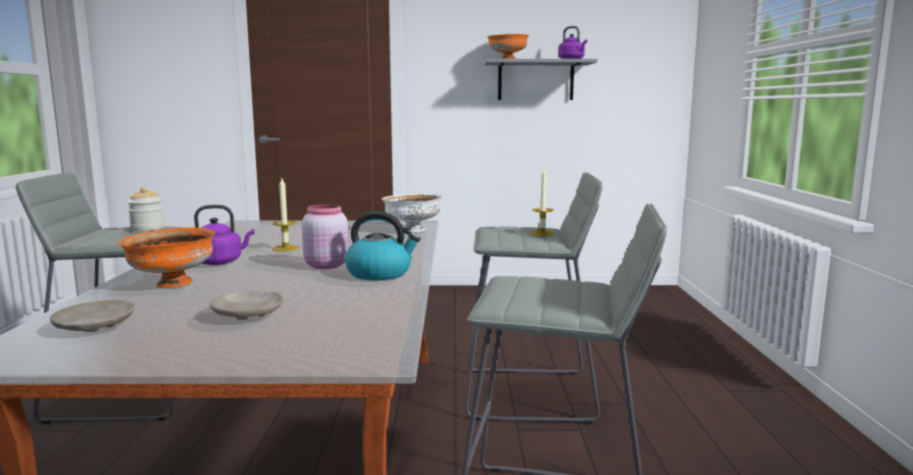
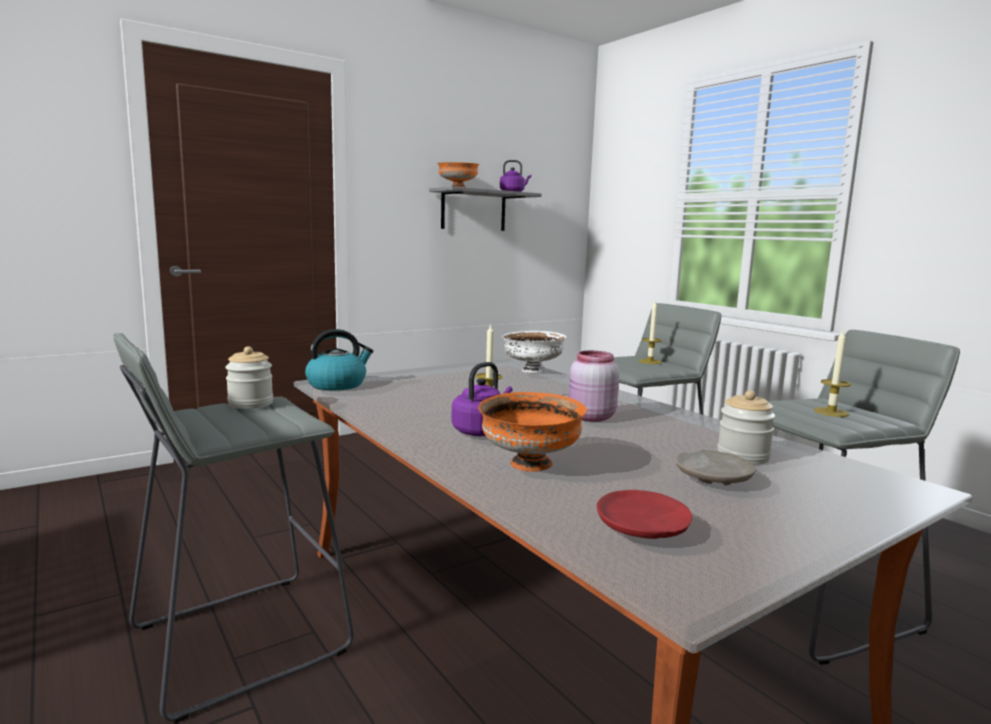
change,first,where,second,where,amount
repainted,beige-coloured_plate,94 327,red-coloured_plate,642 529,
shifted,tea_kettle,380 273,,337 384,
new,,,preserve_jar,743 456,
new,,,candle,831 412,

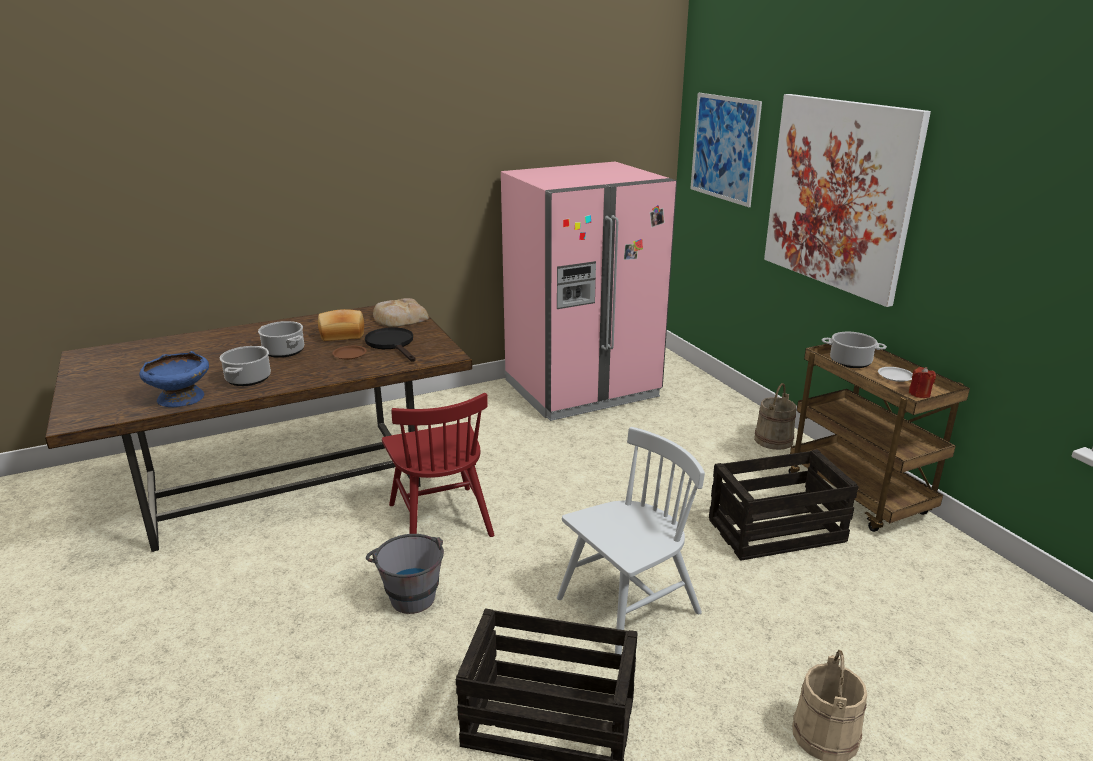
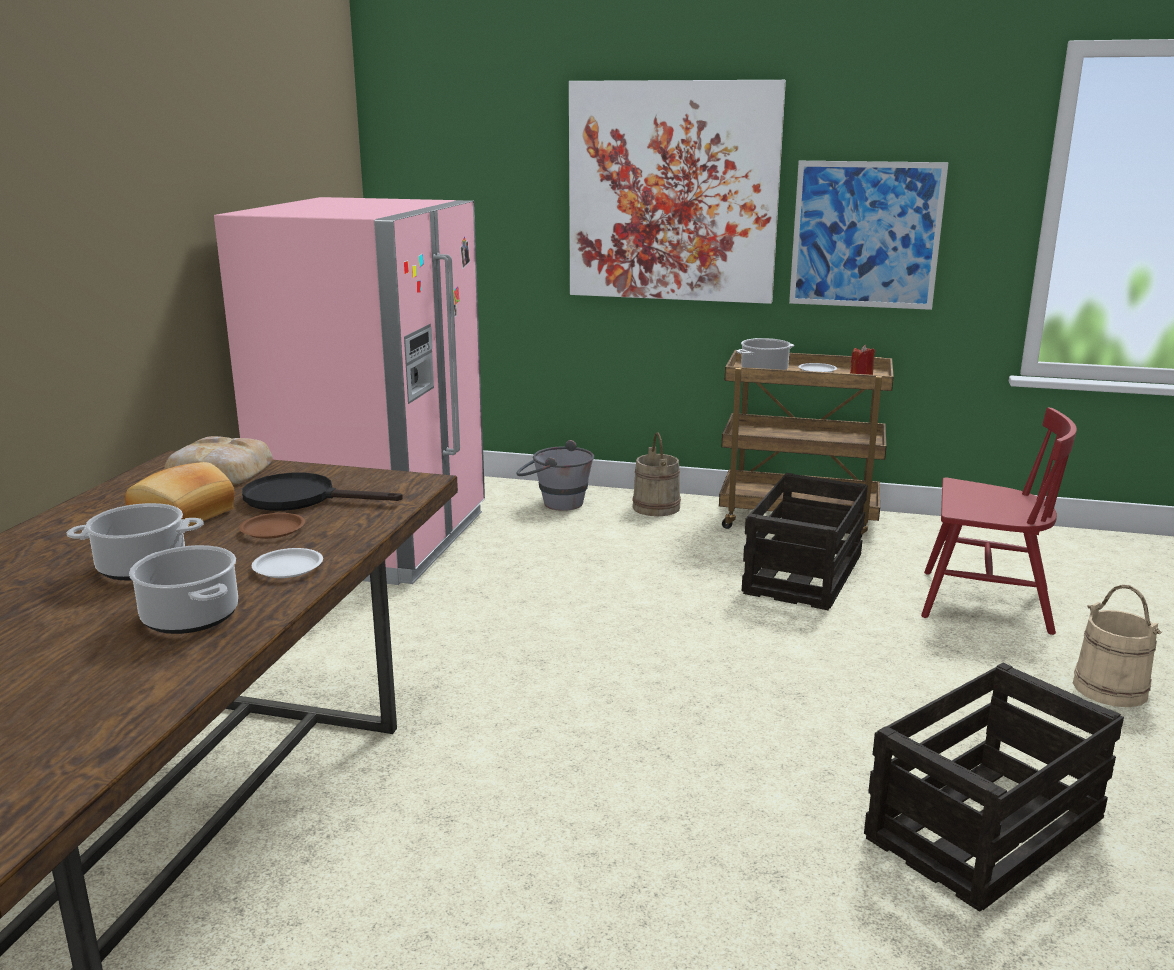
change,first,where,second,where,amount
gone,blue_deep_dish,181 397,,,
shifted,greyish_bucket,410 593,,555 502,
shifted,red-coloured_upright_chair,440 519,,984 602,
gone,whitish_upright_chair,628 607,,,
shifted,wall_picture,724 148,,865 235,
new,,,whitish_plate,287 568,

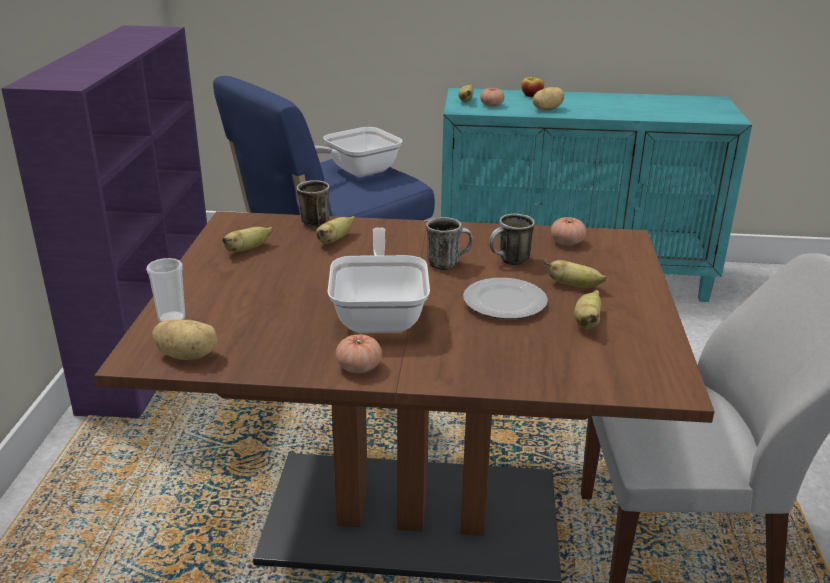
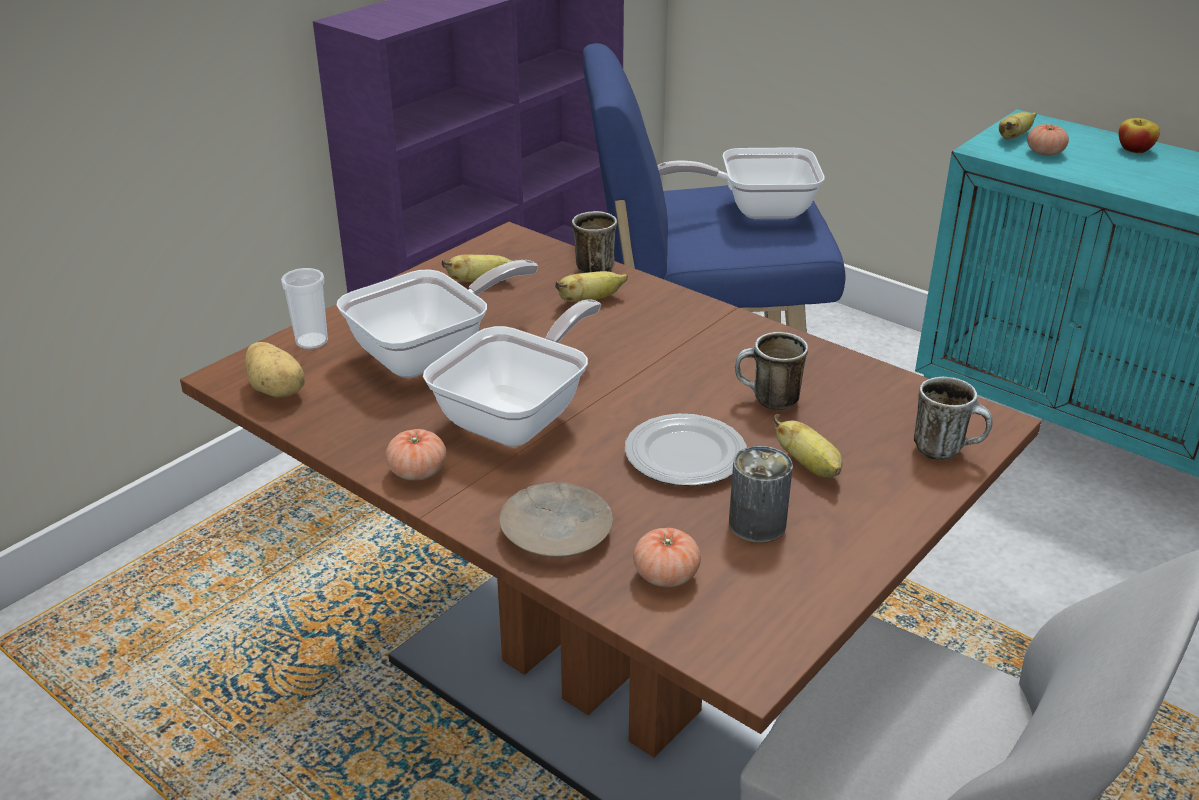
change,first,where,second,where,amount
shifted,mug,448 263,,947 450,
gone,spud,546 109,,,
shifted,tomato,567 242,,666 575,
swapped,whole_banana,587 322,can,757 524,
new,,,frying_pan,431 353,
new,,,beige-coloured_plate,556 531,

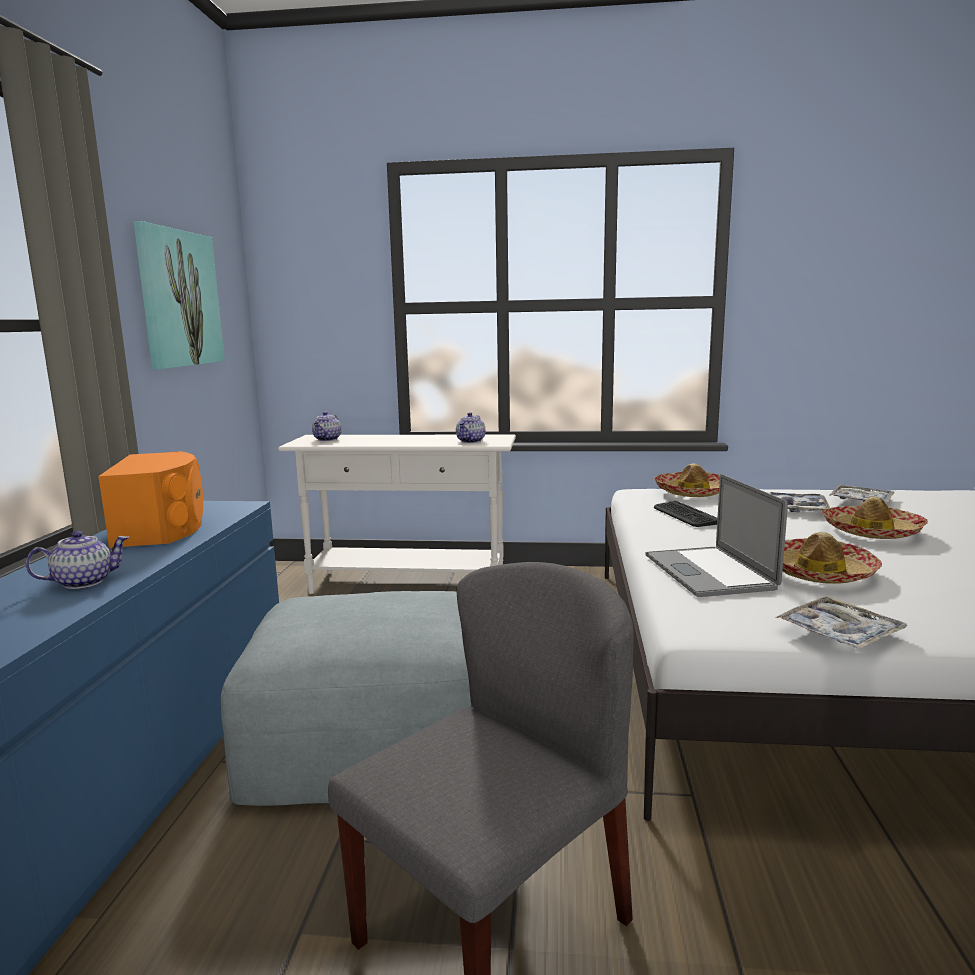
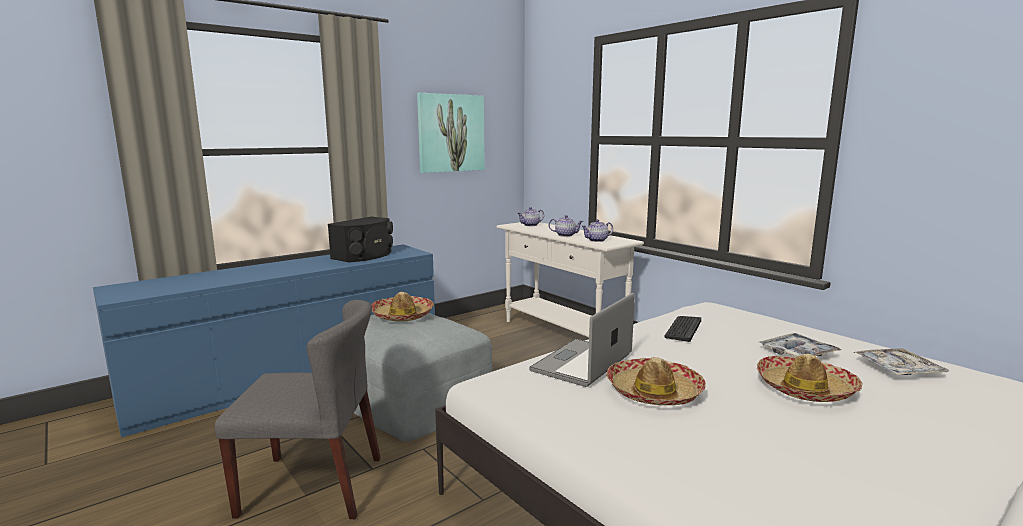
change,first,where,second,where,amount
shifted,pot_for_tea,84 582,,565 235,
repainted,orangey_loudspeaker,162 528,black-coloured_loudspeaker,365 255,
shifted,hat,692 492,,402 315,
gone,tray,839 633,,,

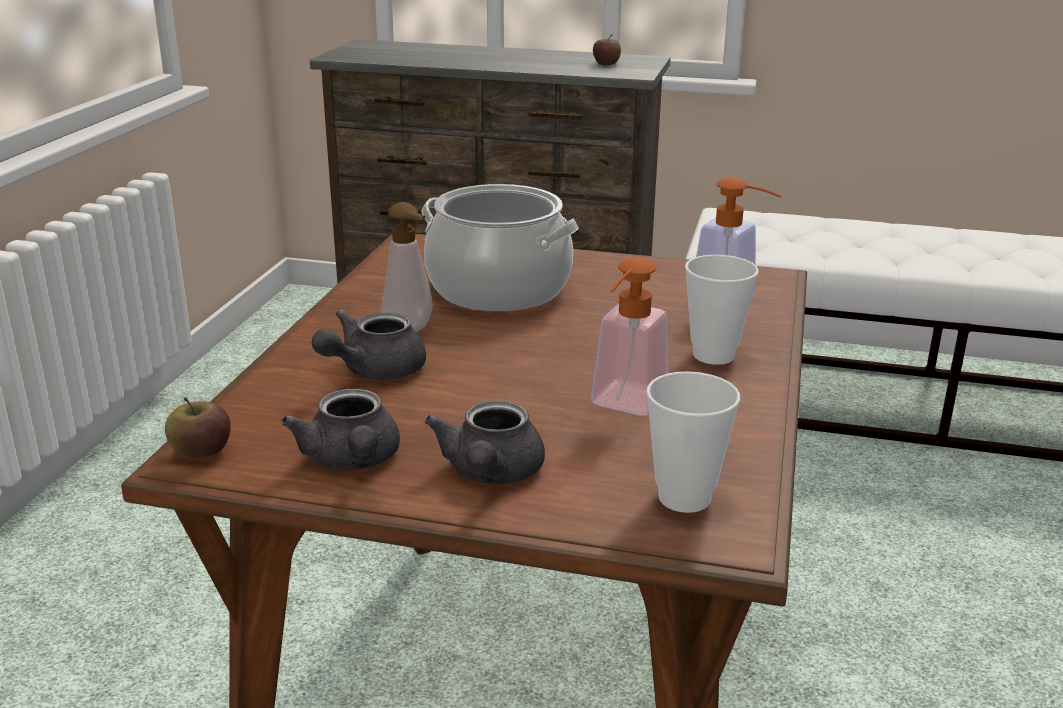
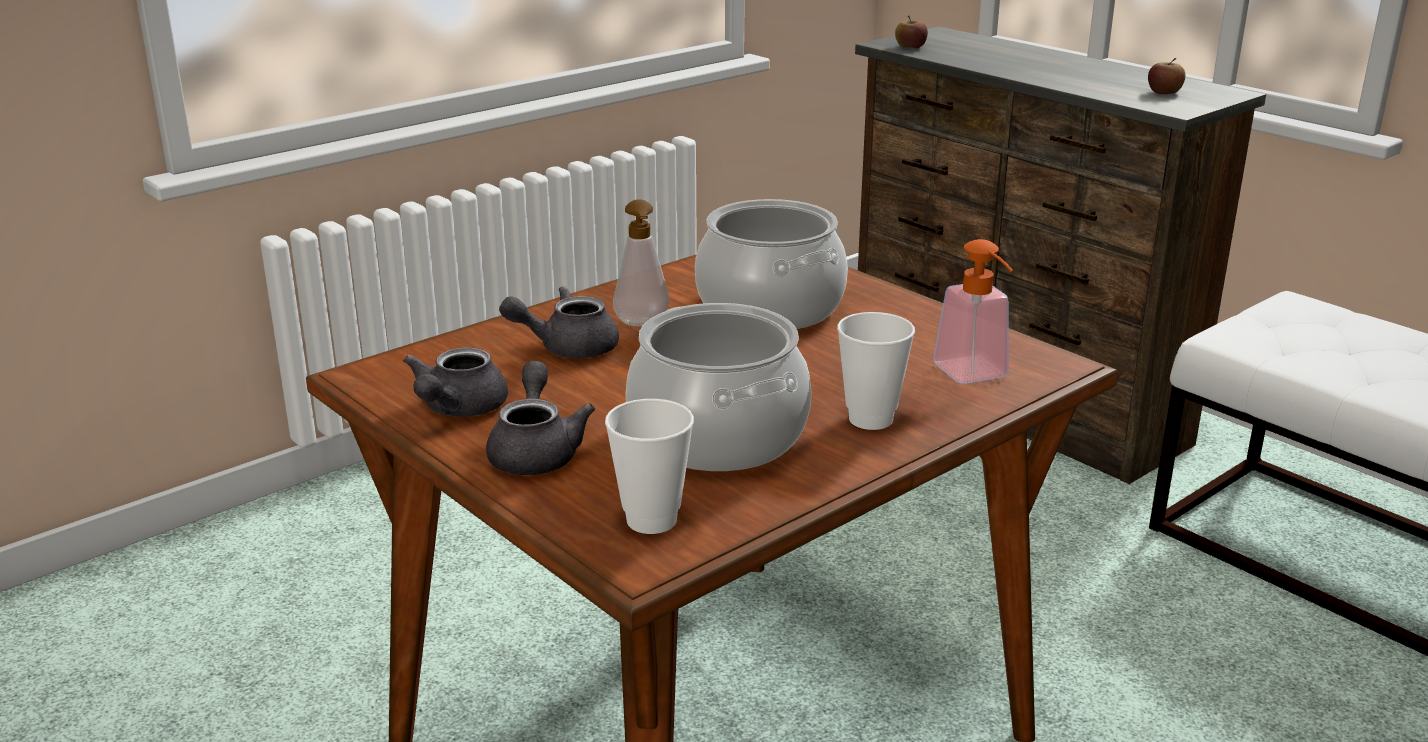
change,first,where,second,where,amount
shifted,apple,201 452,,910 47,
rotated,greyish_pot_for_tea,490 474,,536 451,135 degrees clockwise
swapped,soap_bottle,624 406,stockpot,719 435,

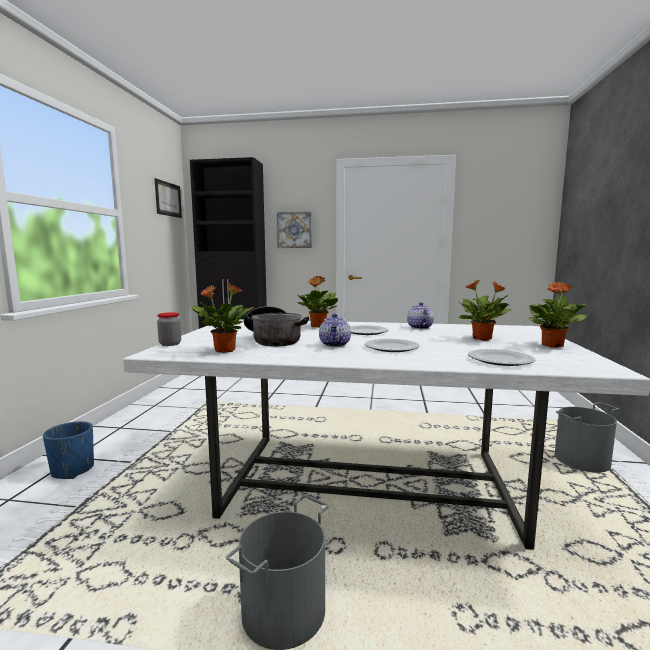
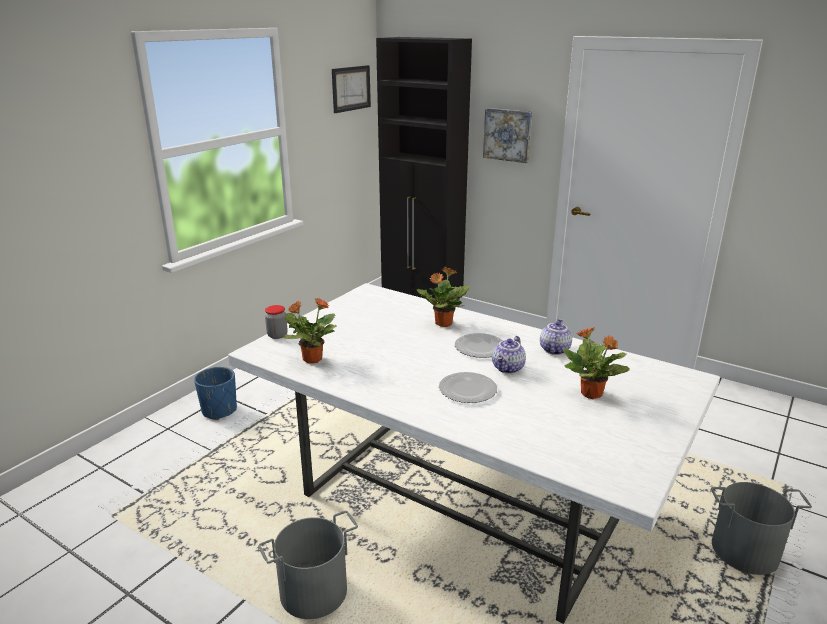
change,first,where,second,where,amount
gone,stockpot,273 340,,,
shifted,pot_for_tea,335 345,,508 368,
gone,plate,499 360,,,
gone,plant_in_a_pot,553 345,,,

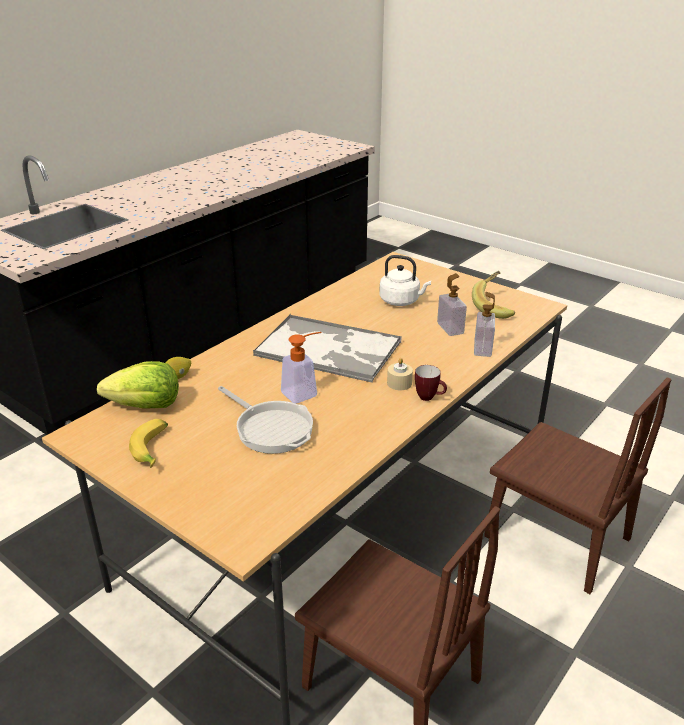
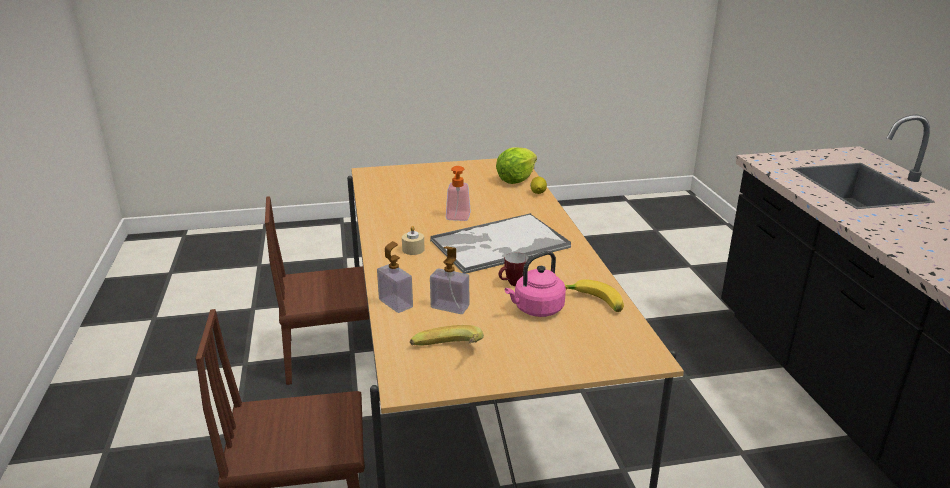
change,first,where,second,where,amount
shifted,whole_banana,154 449,,593 303,
gone,frying_pan,271 428,,,
repainted,whitish_tea_kettle,401 301,pink-coloured_tea_kettle,536 309,
shifted,mug,429 398,,512 284,

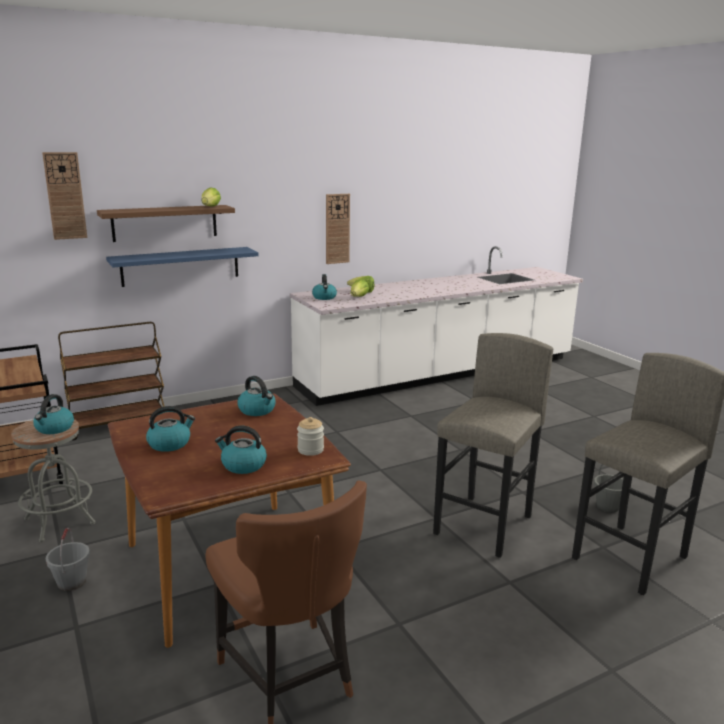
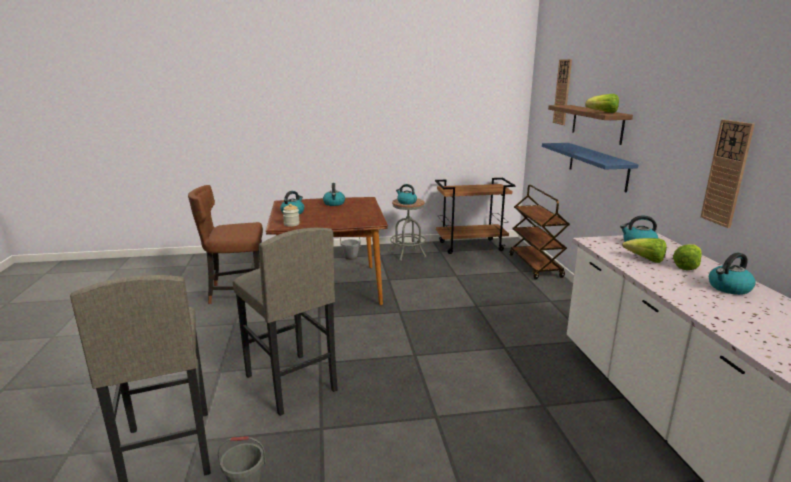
change,first,where,second,where,amount
shifted,tea_kettle,257 410,,729 288,

